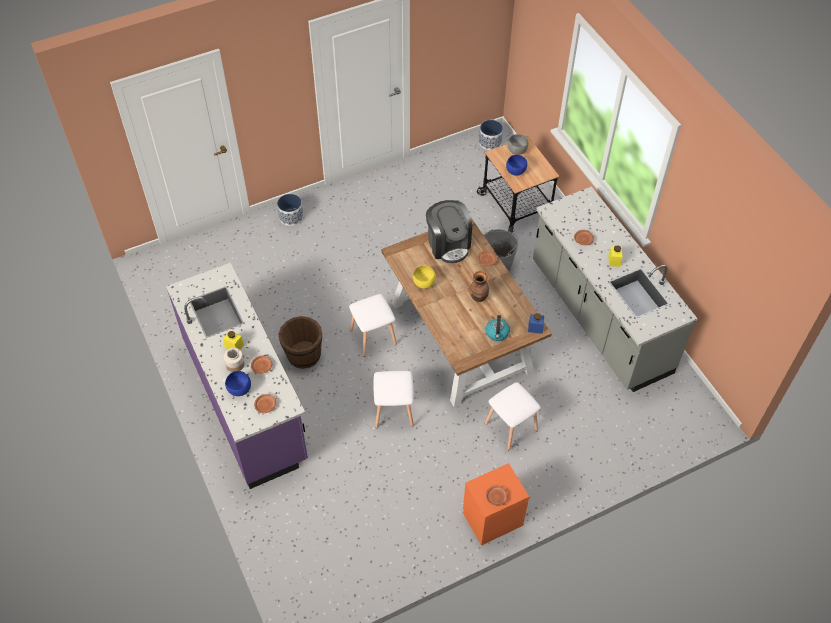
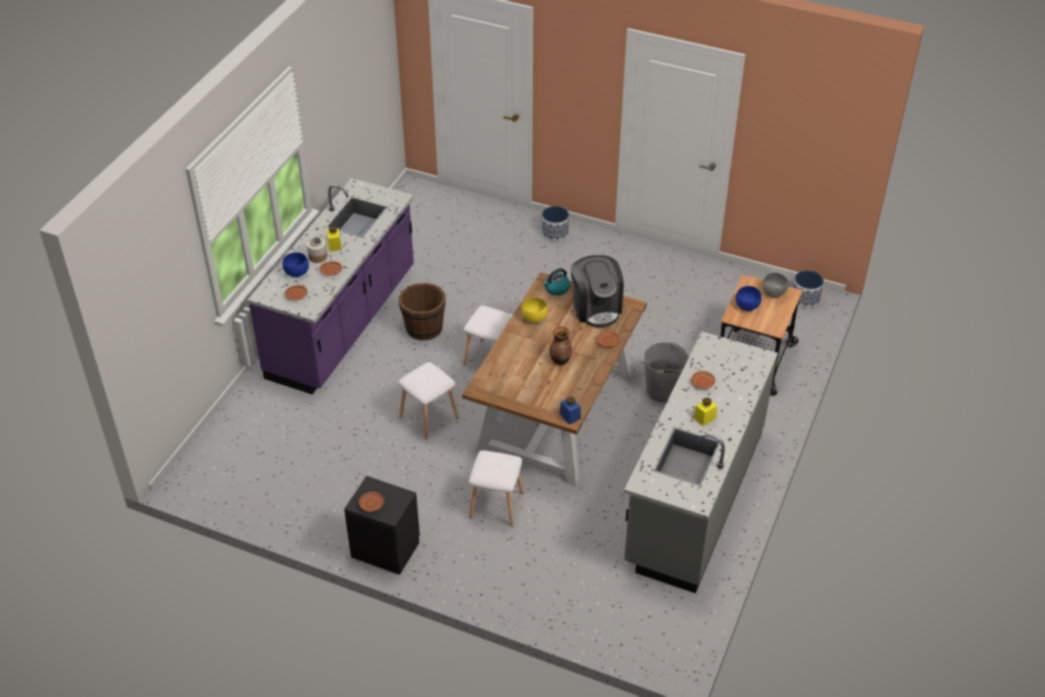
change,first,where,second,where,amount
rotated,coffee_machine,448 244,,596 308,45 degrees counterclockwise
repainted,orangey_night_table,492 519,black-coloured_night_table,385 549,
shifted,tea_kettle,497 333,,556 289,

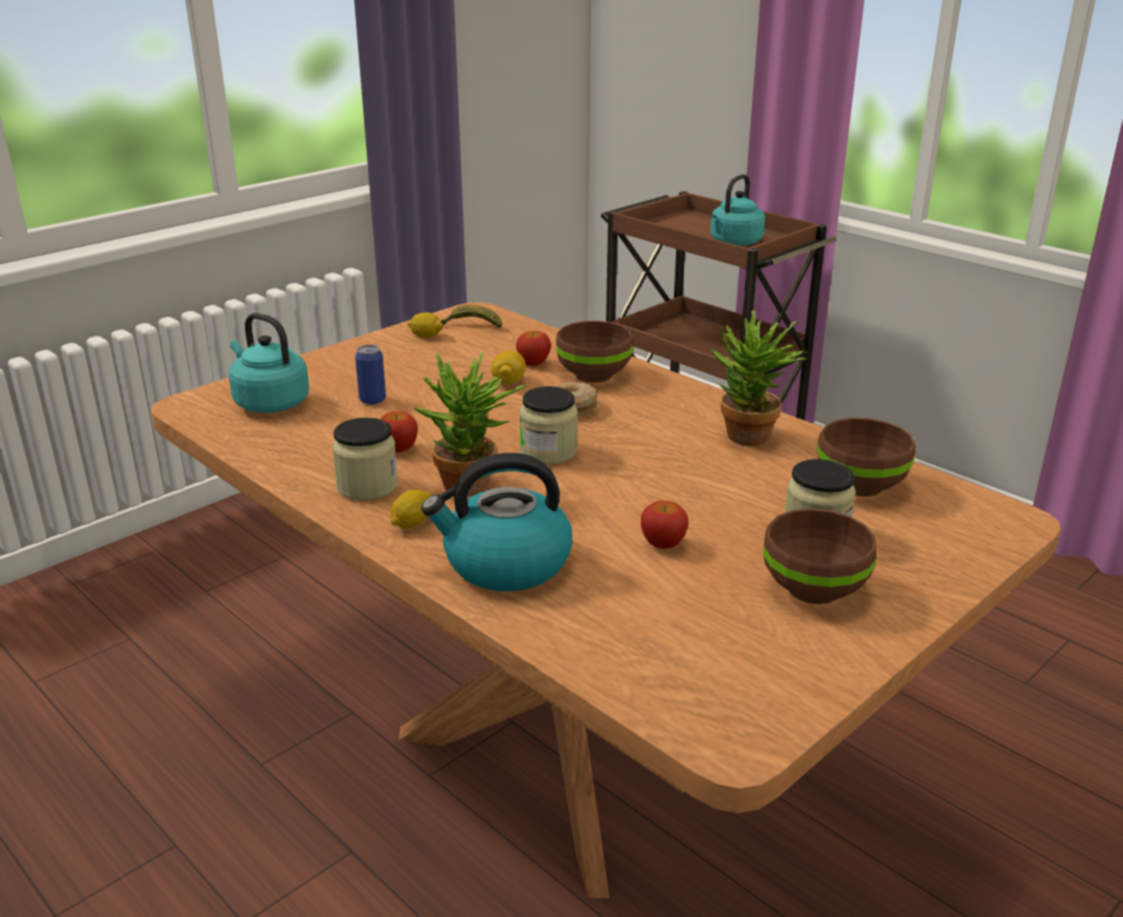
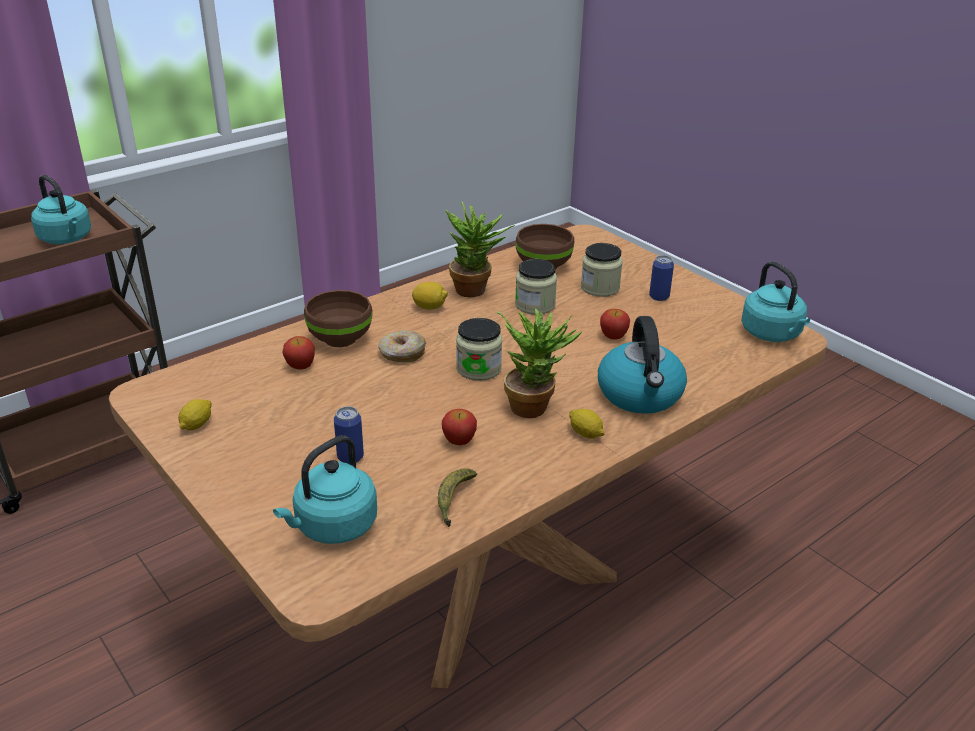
change,first,where,second,where,amount
shifted,preserve_jar,367 486,,535 305,
shifted,whole_banana,472 326,,454 500,
shifted,lemon,508 382,,430 307,
swapped,brownish_deep_dish,816 588,can,659 297,
new,,,turquoise_tea_kettle,772 334,

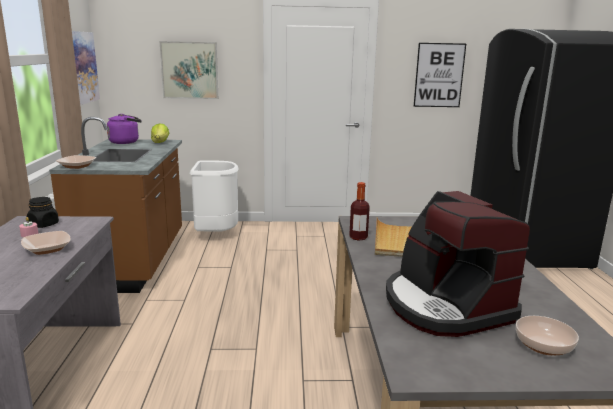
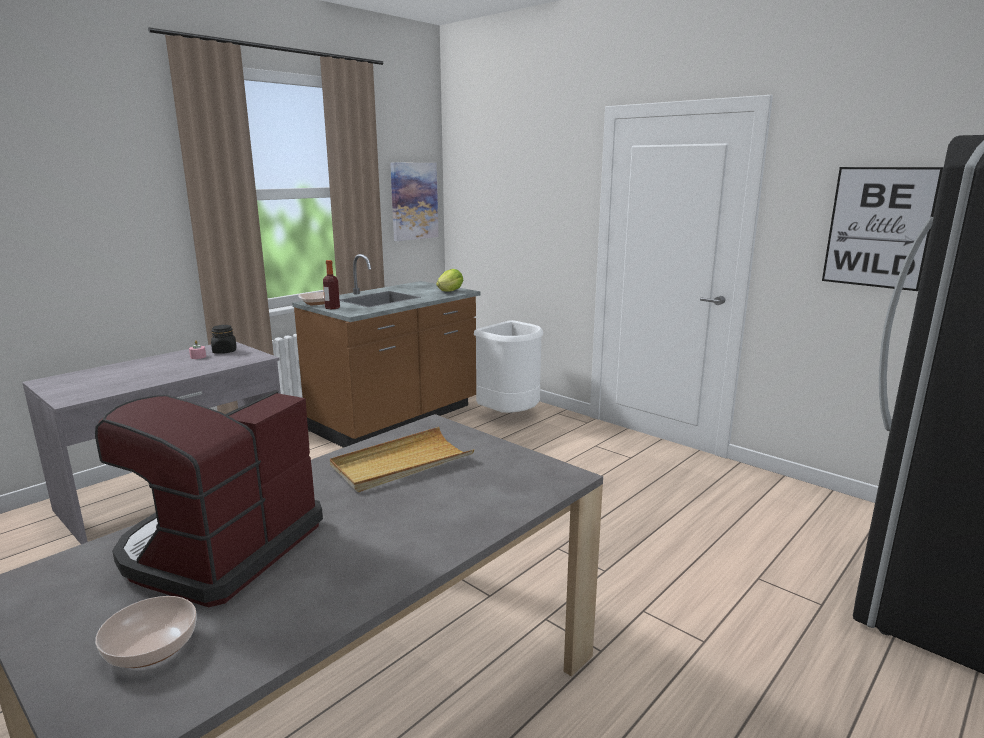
change,first,where,second,where,amount
gone,deep_dish,47 249,,,
gone,purple_tea_kettle,126 142,,,
gone,wall_picture,189 70,,,
shifted,beverage_bottle,358 237,,332 308,

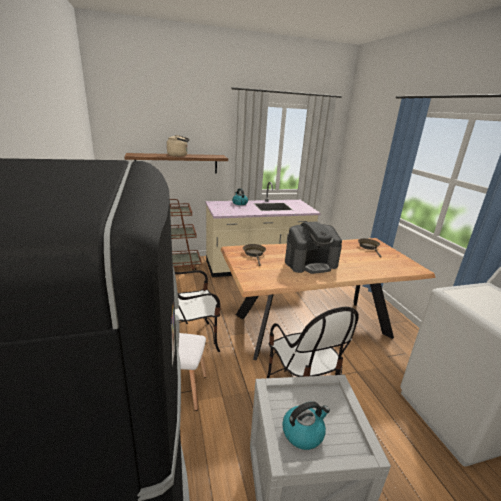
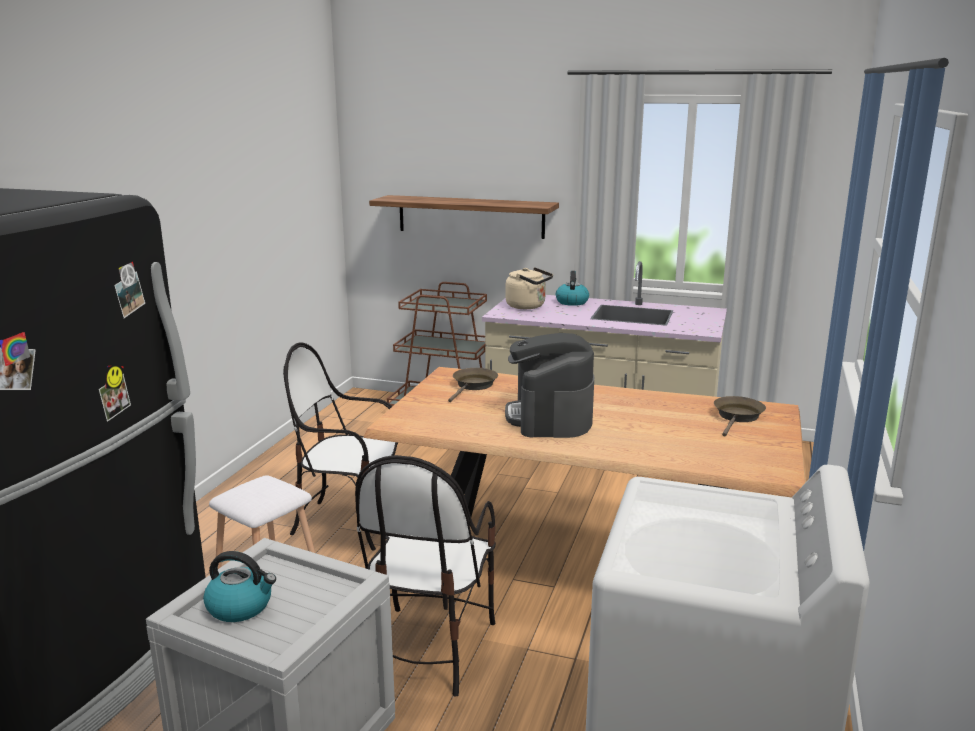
change,first,where,second,where,amount
shifted,beige-coloured_tea_kettle,179 155,,528 306,
rotated,coffee_machine,310 263,,550 417,75 degrees clockwise

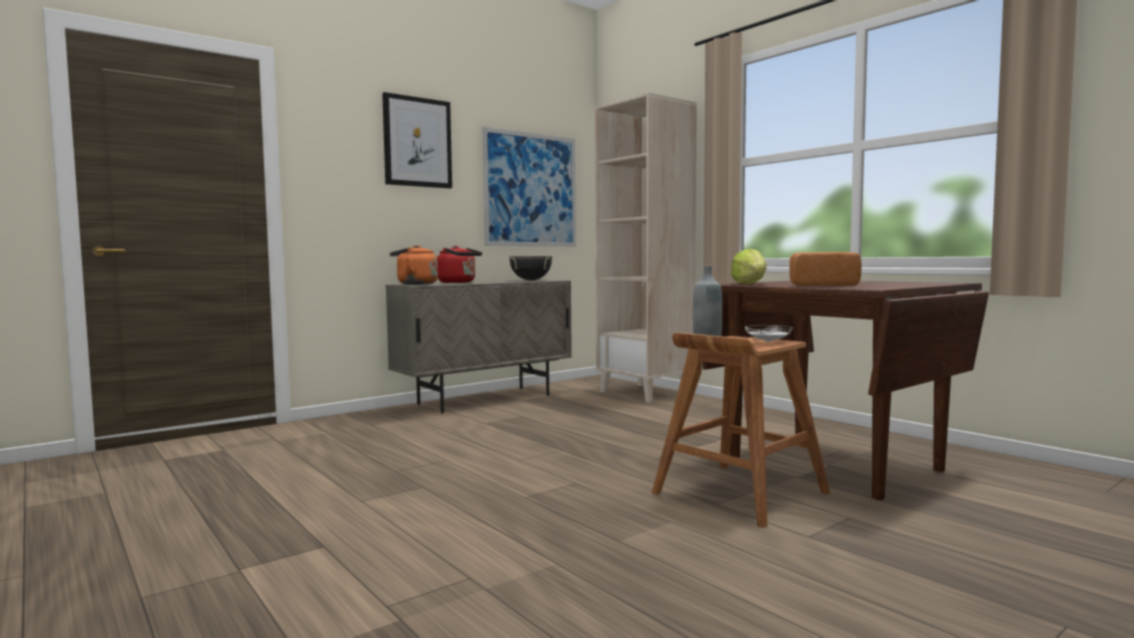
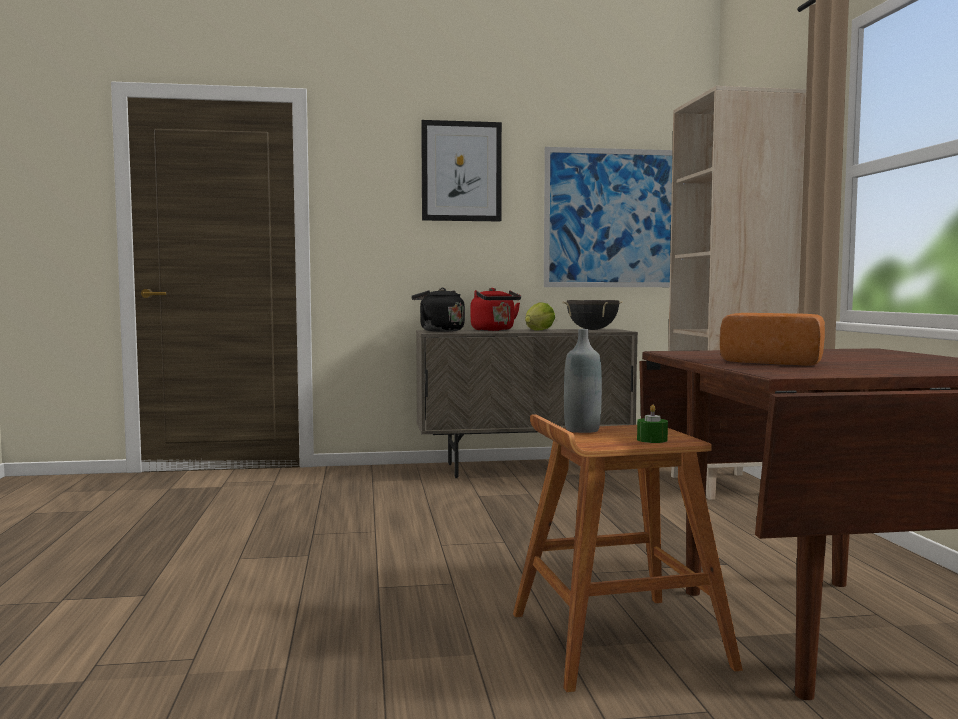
change,first,where,second,where,amount
repainted,orangey_tea_kettle,414 284,black-coloured_tea_kettle,439 331,
shifted,lettuce,750 284,,538 330,
swapped,whitish_plate,768 343,green-coloured_candle,652 440,

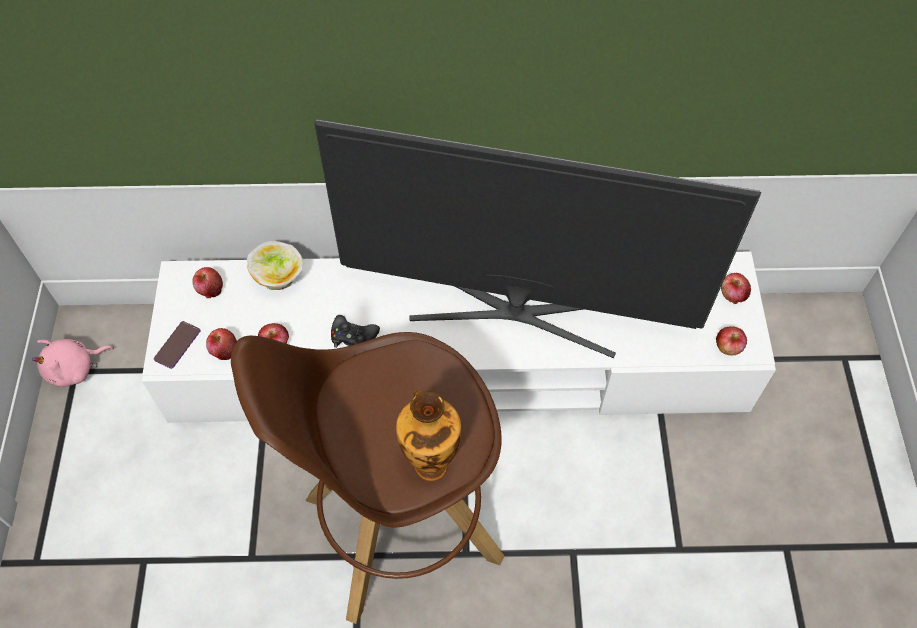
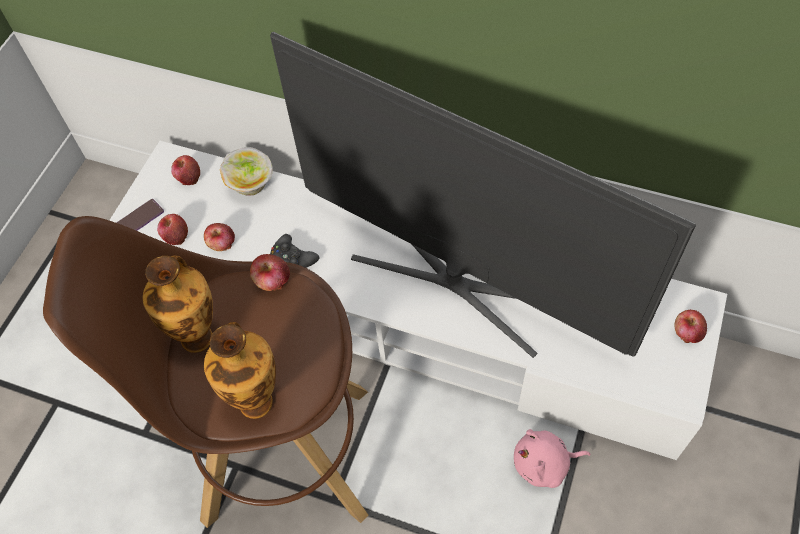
change,first,where,second,where,amount
shifted,pink-coloured_plush_toy,75 369,,544 464,
shifted,apple,728 347,,272 281,
new,,,flower_vase,198 336,

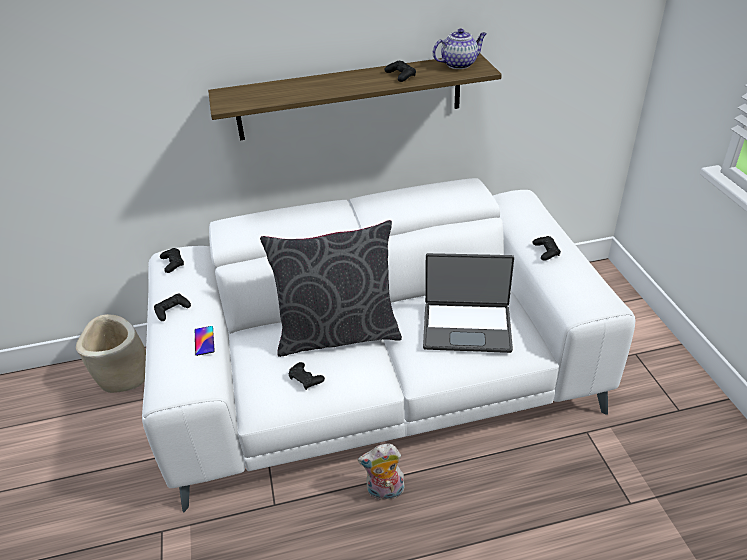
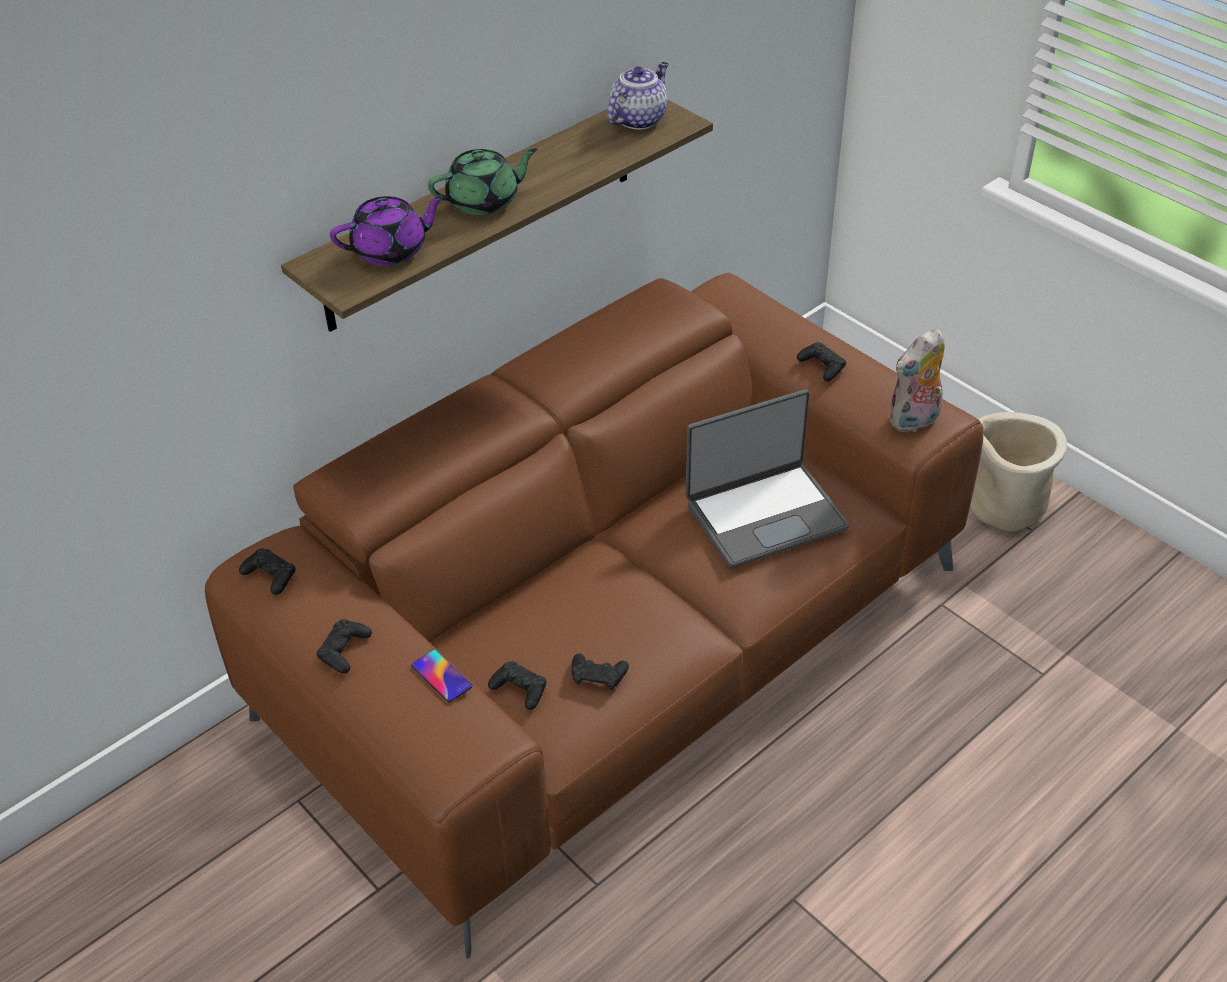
change,first,where,second,where,amount
shifted,beige-coloured_planter,123 375,,1003 505,
repainted,whitish_sofa,379 377,brownish_sofa,616 640,
gone,greyish_pillow,338 333,,,
shifted,plush_toy,384 492,,914 421,
shifted,black-coloured_game_controller,400 75,,519 689,
new,,,purple_pot_for_tea,391 250,
new,,,green-coloured_pot_for_tea,484 201,

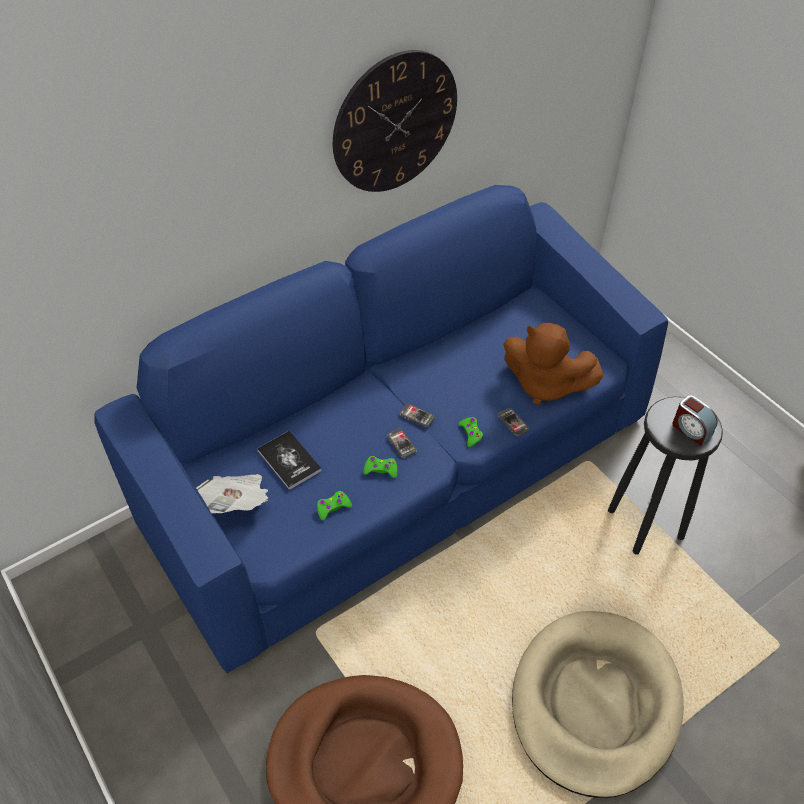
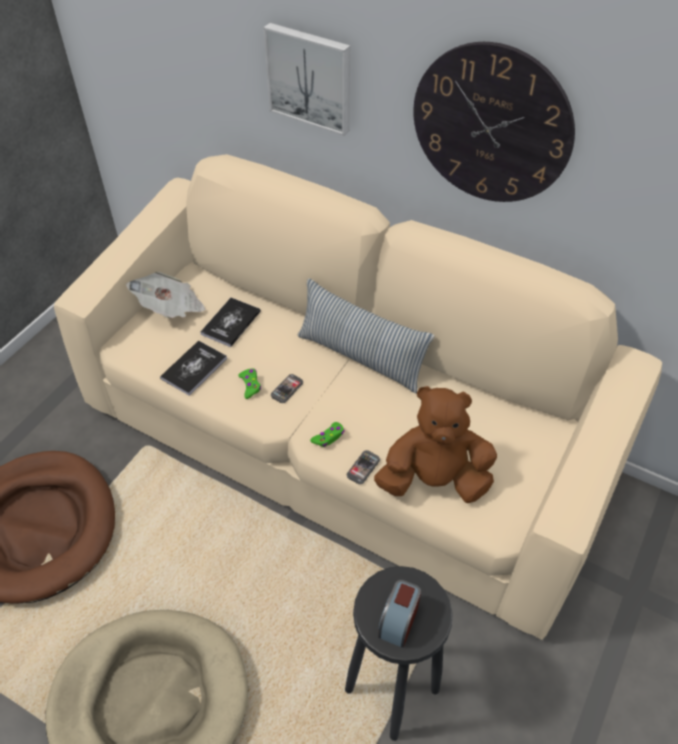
change,first,where,second,where,amount
repainted,blue_sofa,401 470,beige-coloured_sofa,339 440,
swapped,green-coloured_game_controller,333 507,volume,194 368,
gone,handset,417 416,,,
rotated,brownish_plush_toy,544 385,,434 480,90 degrees clockwise
new,,,wall_picture,310 77,
new,,,pillow,361 357,

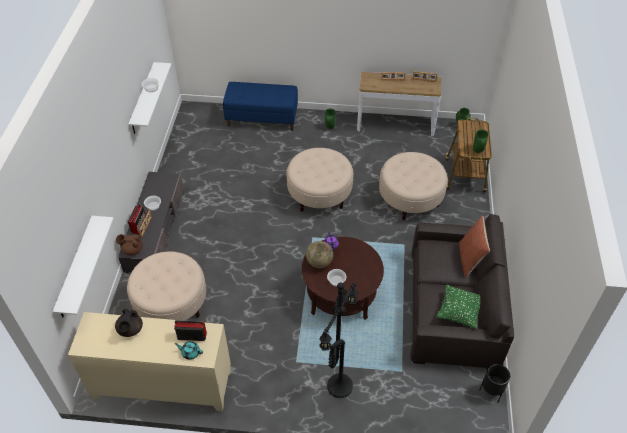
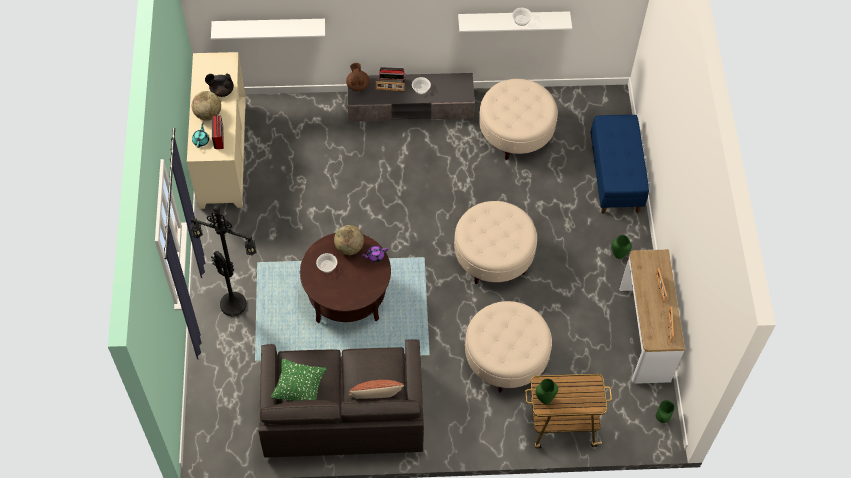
change,first,where,second,where,amount
shifted,beige-coloured_footrest,171 304,,516 133,
gone,black-coloured_planter,491 392,,,
new,,,world_globe,208 114,

